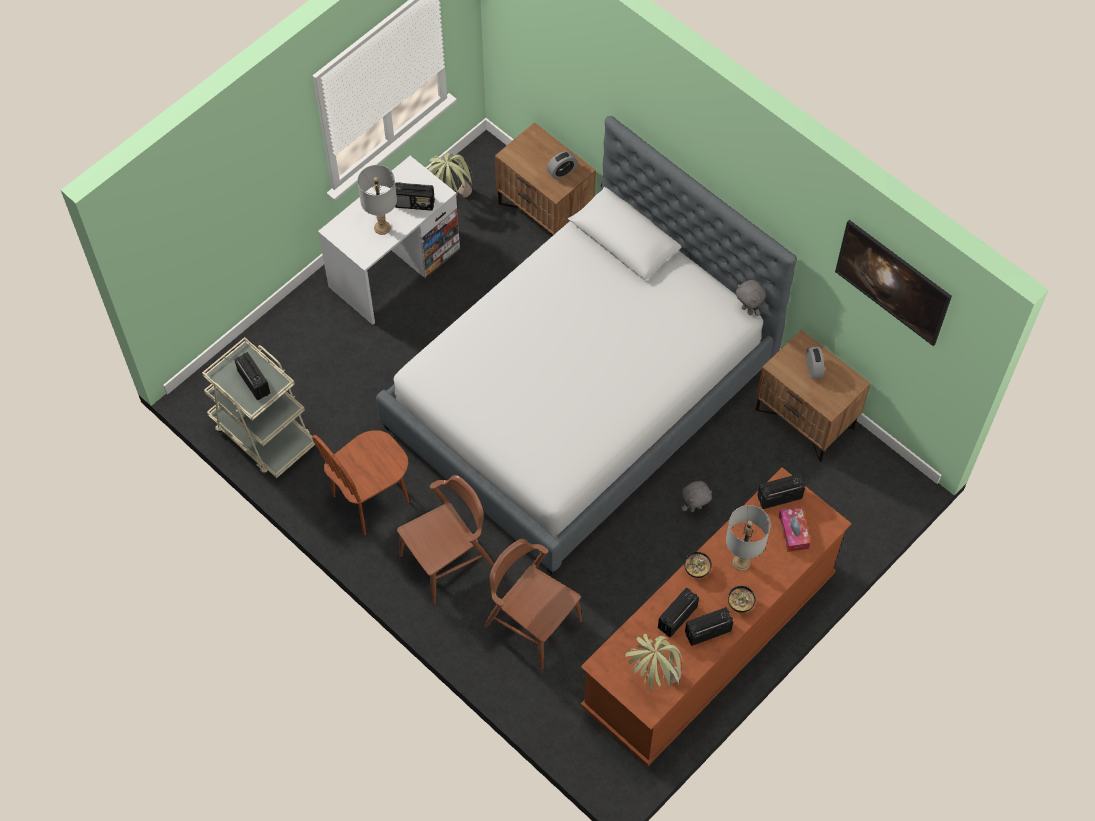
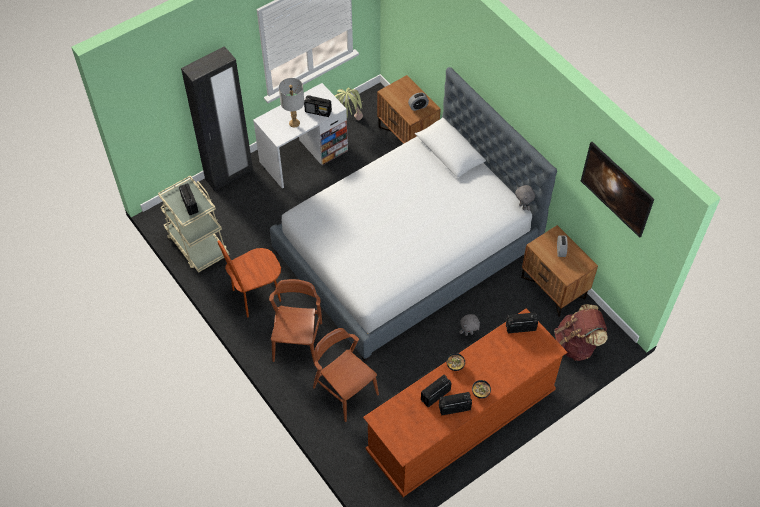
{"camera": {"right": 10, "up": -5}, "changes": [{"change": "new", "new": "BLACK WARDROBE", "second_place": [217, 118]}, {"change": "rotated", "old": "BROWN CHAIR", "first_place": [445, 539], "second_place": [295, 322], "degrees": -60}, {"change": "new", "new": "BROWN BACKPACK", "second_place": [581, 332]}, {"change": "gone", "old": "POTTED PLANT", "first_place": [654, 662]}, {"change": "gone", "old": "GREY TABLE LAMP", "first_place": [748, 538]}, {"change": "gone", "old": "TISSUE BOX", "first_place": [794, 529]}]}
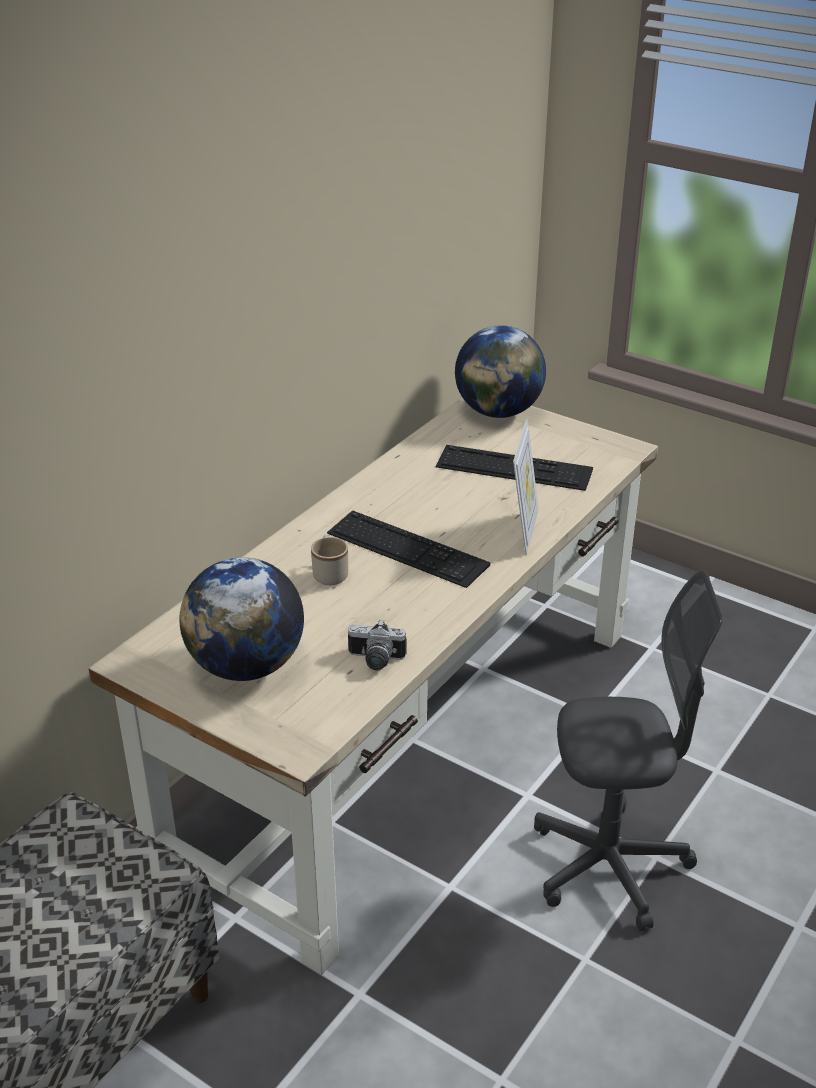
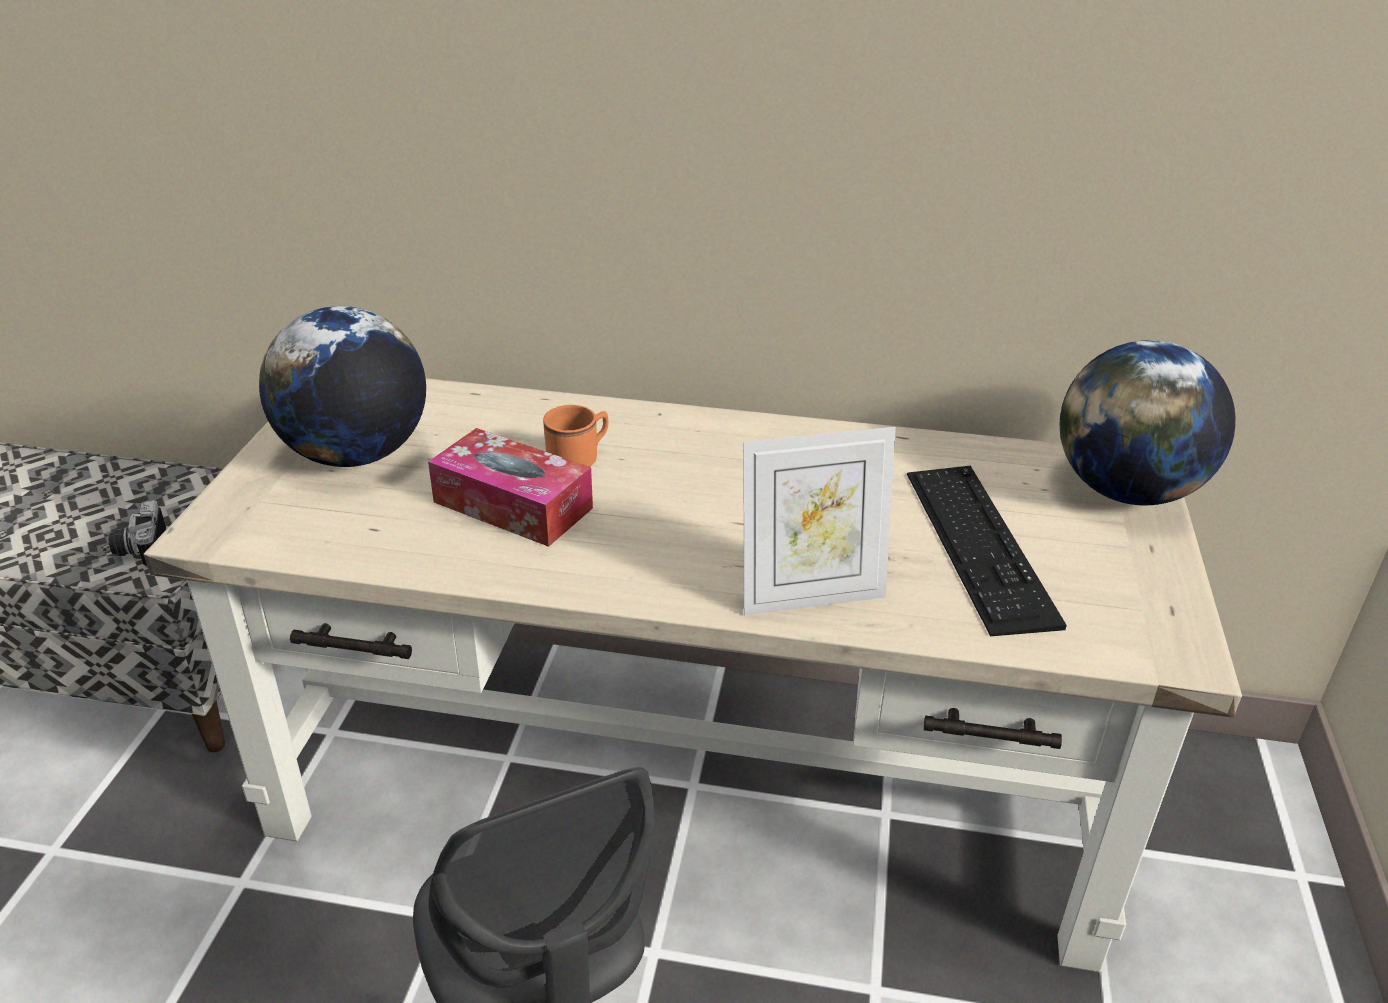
{"camera": {"right": 65, "up": 0}, "changes": [{"change": "shifted", "old": "PHOTO CAMERA", "first_place": [377, 645], "second_place": [137, 534]}, {"change": "new", "new": "TISSUE BOX", "second_place": [510, 487]}, {"change": "repainted", "old": "BEIGE MUG", "new": "ORANGE MUG", "first_place": [329, 560], "second_place": [575, 436]}, {"change": "gone", "old": "KEYBOARD", "first_place": [408, 549]}]}
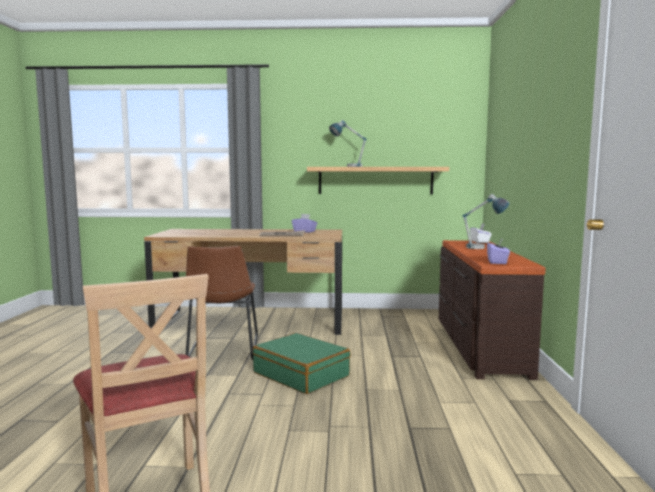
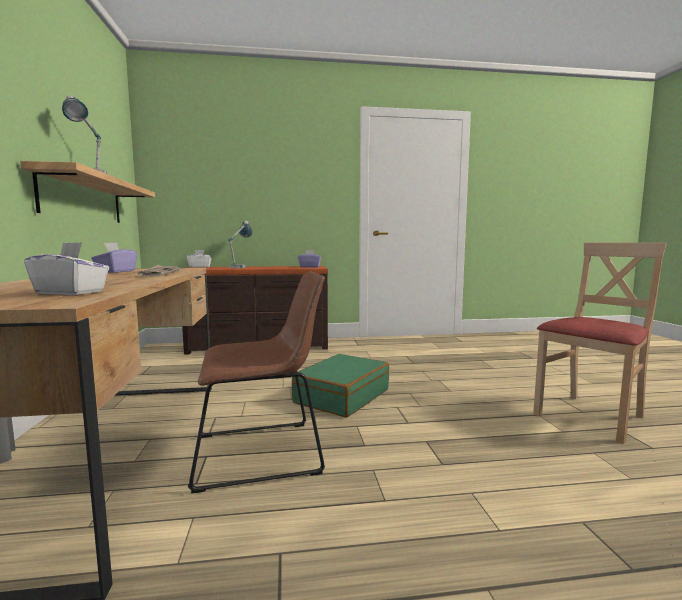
{"camera": {"right": -100, "up": 0}, "changes": [{"change": "new", "new": "WHITE TISSUE BOX", "second_place": [66, 268]}]}
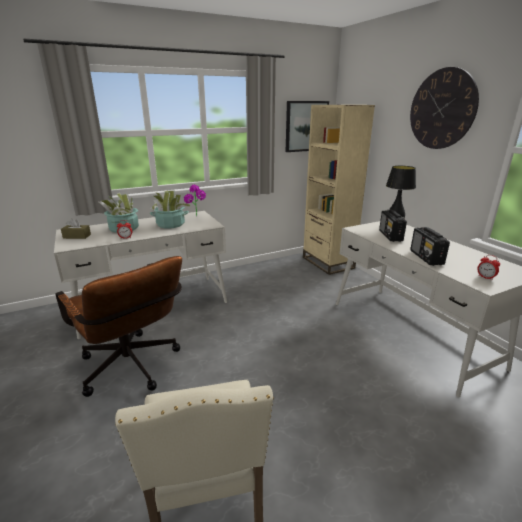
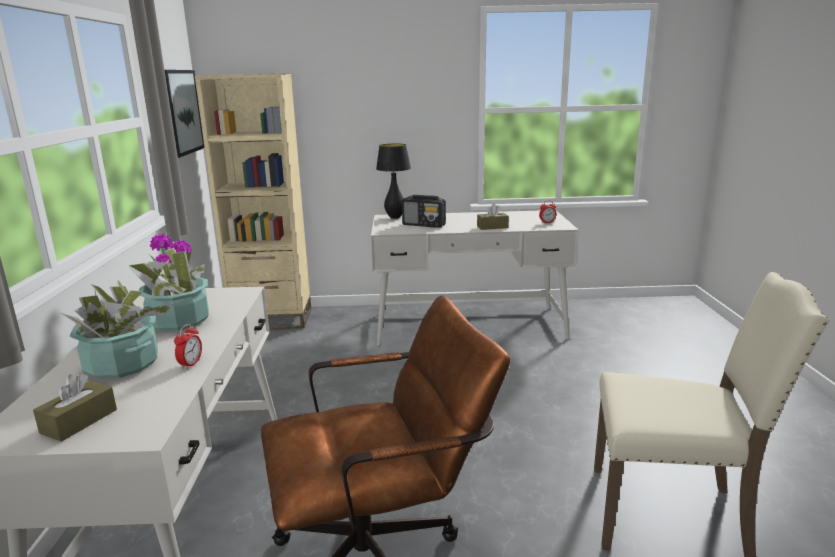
{"camera": {"right": -65, "up": -5}, "changes": [{"change": "swapped", "old": "RADIO", "new": "BROWN TISSUE BOX", "first_place": [430, 246], "second_place": [493, 216]}, {"change": "gone", "old": "WALL CLOCK", "first_place": [444, 108]}]}
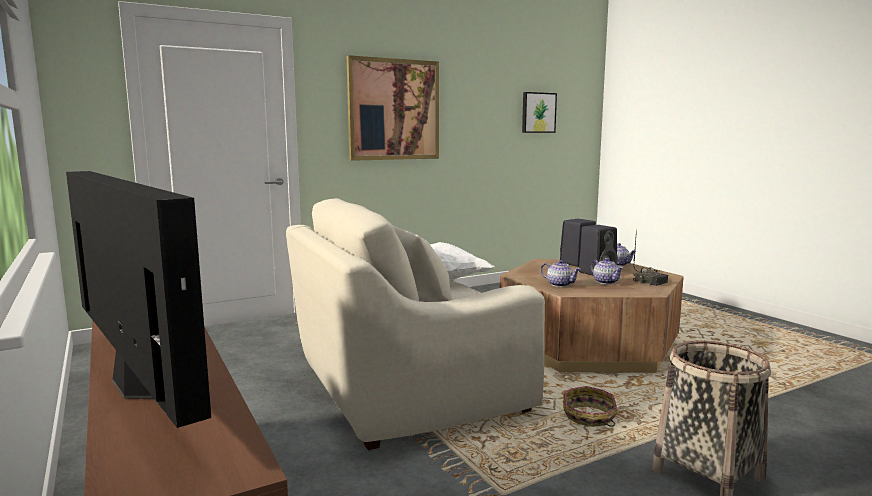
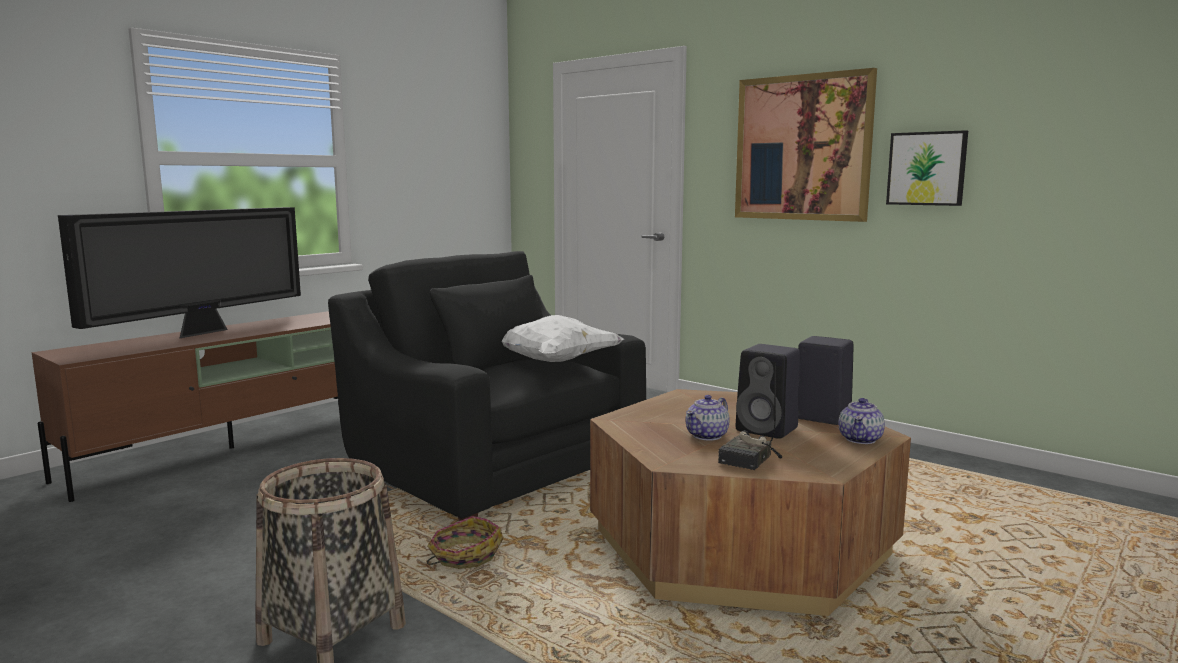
{"camera": {"right": 70, "up": 0}, "changes": [{"change": "repainted", "old": "BEIGE ARMCHAIR", "new": "BLACK ARMCHAIR", "first_place": [415, 324], "second_place": [487, 386]}, {"change": "shifted", "old": "PICTURE", "first_place": [539, 112], "second_place": [927, 168]}, {"change": "gone", "old": "TEAPOT", "first_place": [560, 273]}]}
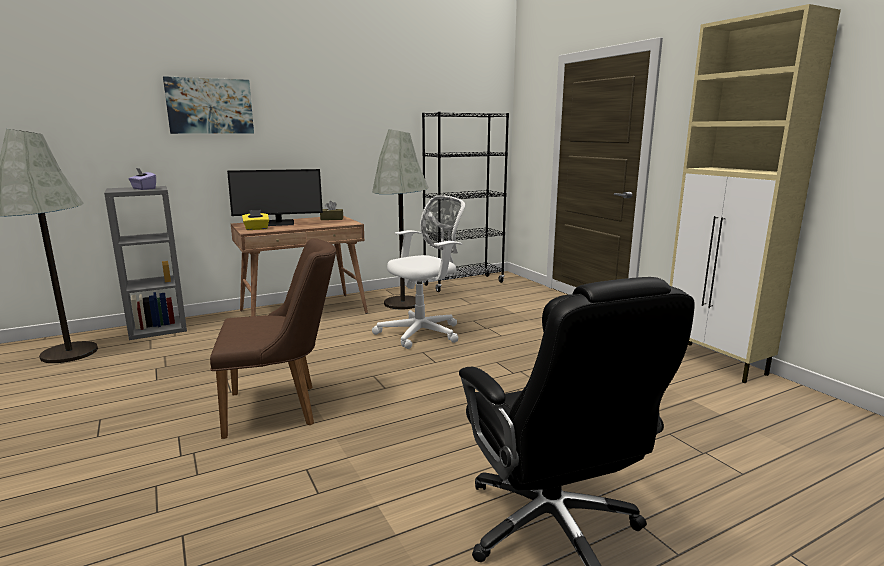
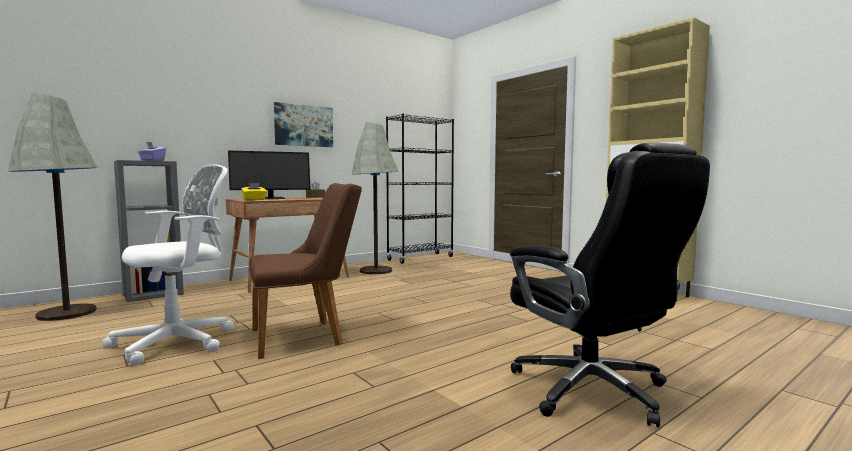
{"camera": {"right": -10, "up": -10}, "changes": [{"change": "shifted", "old": "WHITE OFFICE CHAIR", "first_place": [418, 272], "second_place": [168, 264]}, {"change": "shifted", "old": "PICTURE", "first_place": [208, 105], "second_place": [303, 124]}]}
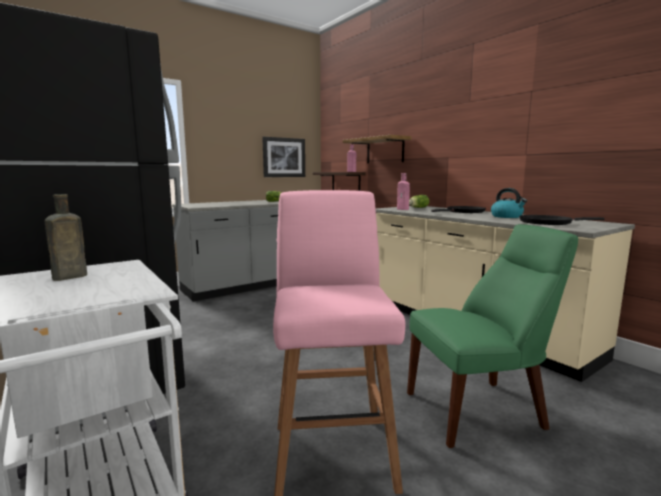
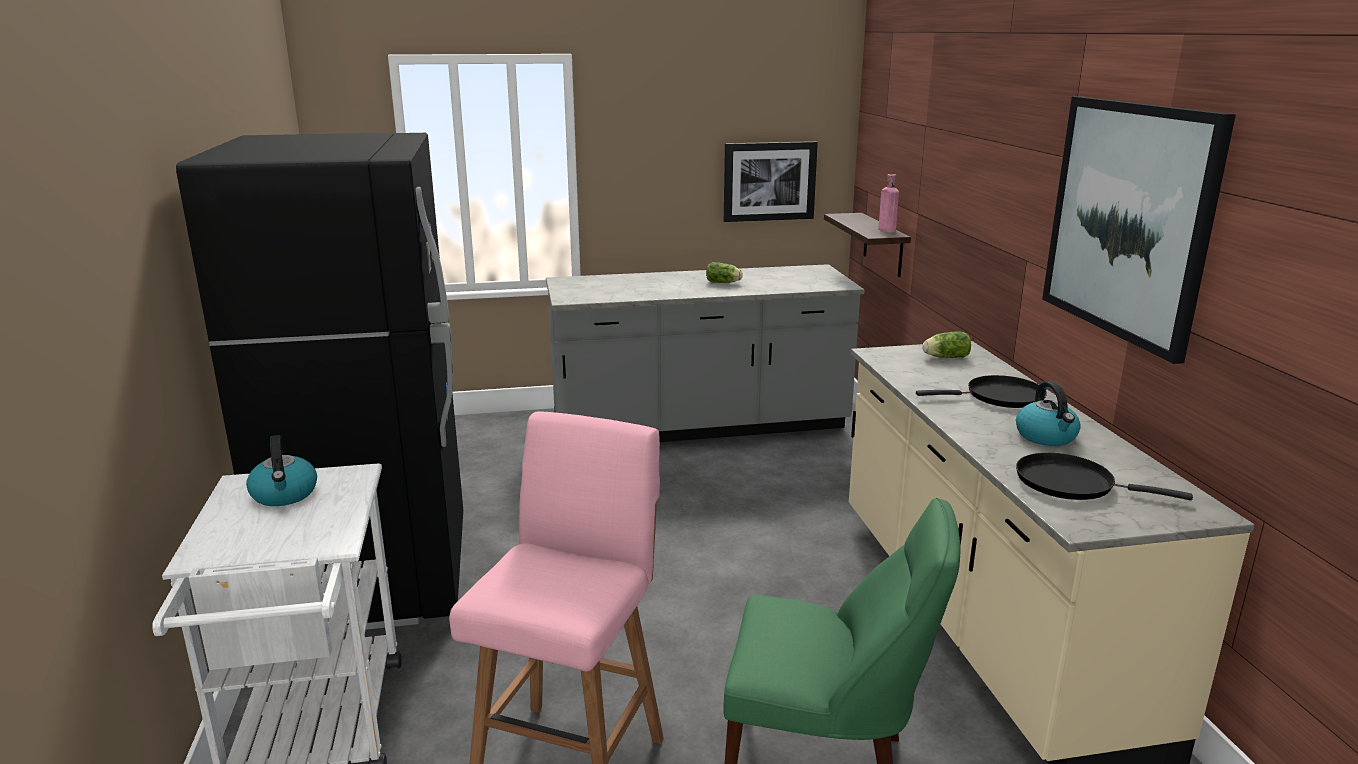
{"camera": {"right": 25, "up": 10}, "changes": [{"change": "swapped", "old": "BROWN BOTTLE", "new": "KETTLE", "first_place": [66, 237], "second_place": [281, 470]}, {"change": "new", "new": "PICTURE", "second_place": [1139, 230]}, {"change": "gone", "old": "SHELF", "first_place": [377, 149]}, {"change": "gone", "old": "PINK BOTTLE", "first_place": [403, 191]}]}
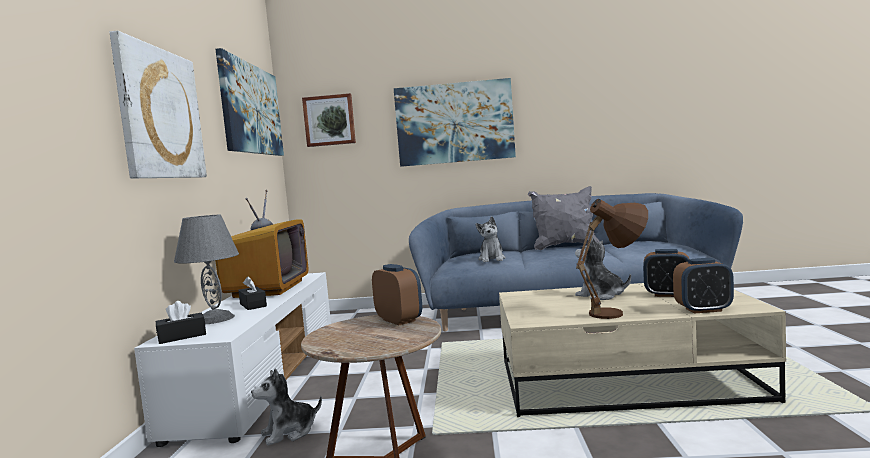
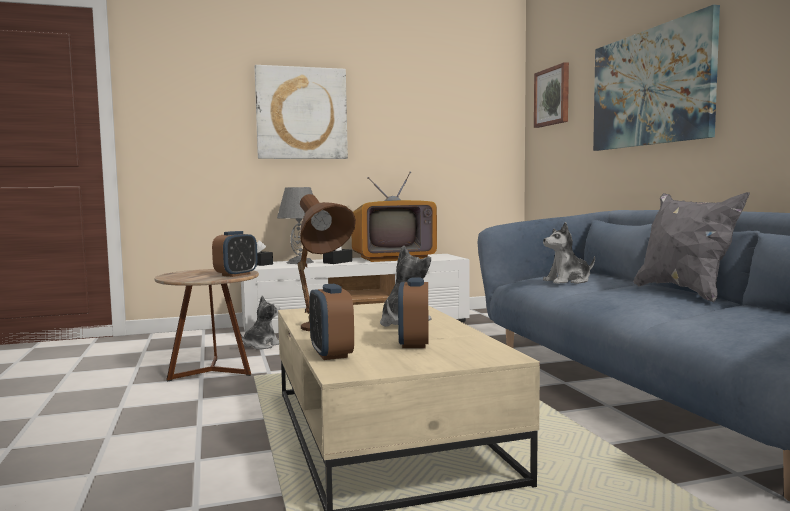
{"camera": {"right": 70, "up": 0}, "changes": [{"change": "rotated", "old": "PLUSH TOY", "first_place": [286, 407], "second_place": [260, 323], "degrees": 90}, {"change": "gone", "old": "PICTURE", "first_place": [249, 102]}]}
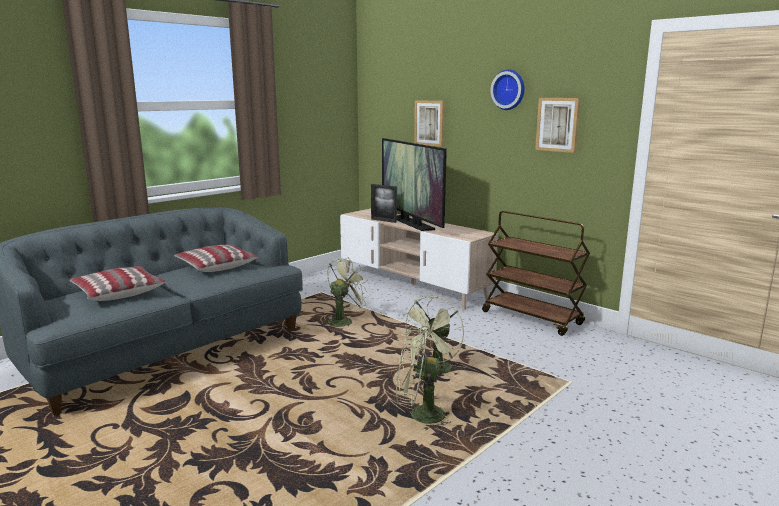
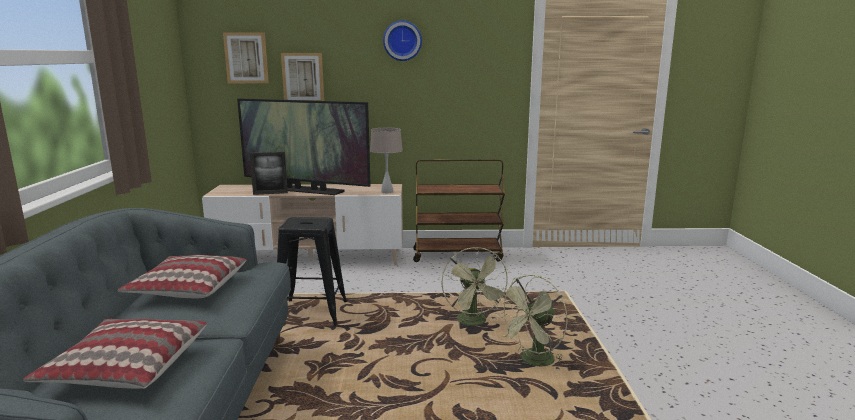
{"camera": {"right": -45, "up": 0}, "changes": [{"change": "shifted", "old": "PICTURE", "first_place": [557, 125], "second_place": [246, 57]}, {"change": "swapped", "old": "GREEN FAN", "new": "BLACK STOOL", "first_place": [347, 292], "second_place": [312, 271]}, {"change": "new", "new": "BEIGE TABLE LAMP", "second_place": [386, 160]}]}
